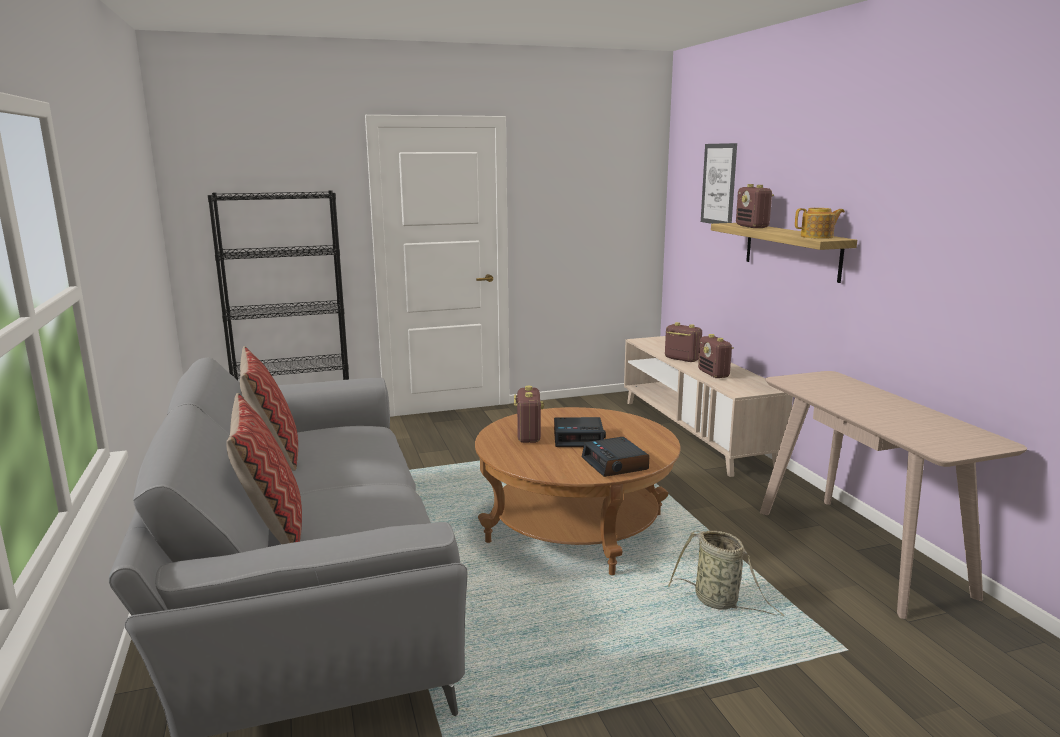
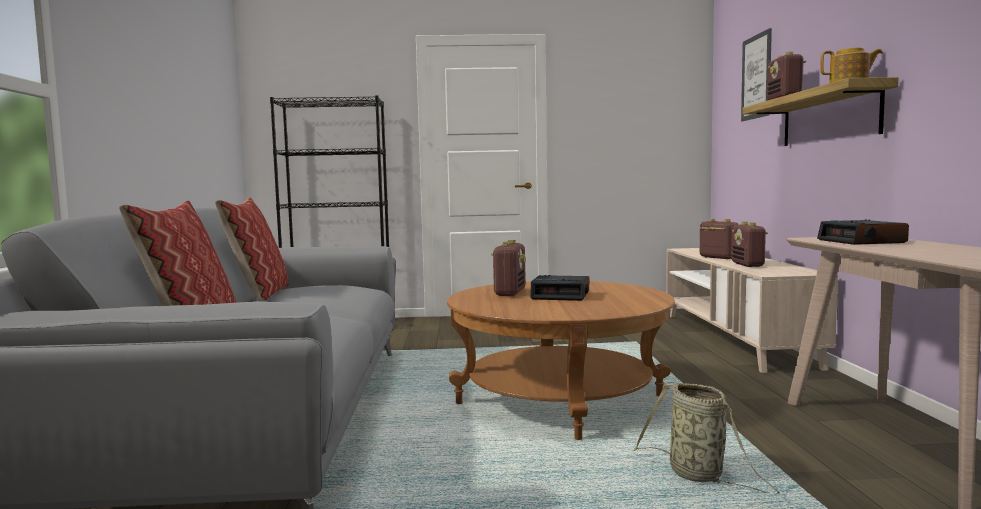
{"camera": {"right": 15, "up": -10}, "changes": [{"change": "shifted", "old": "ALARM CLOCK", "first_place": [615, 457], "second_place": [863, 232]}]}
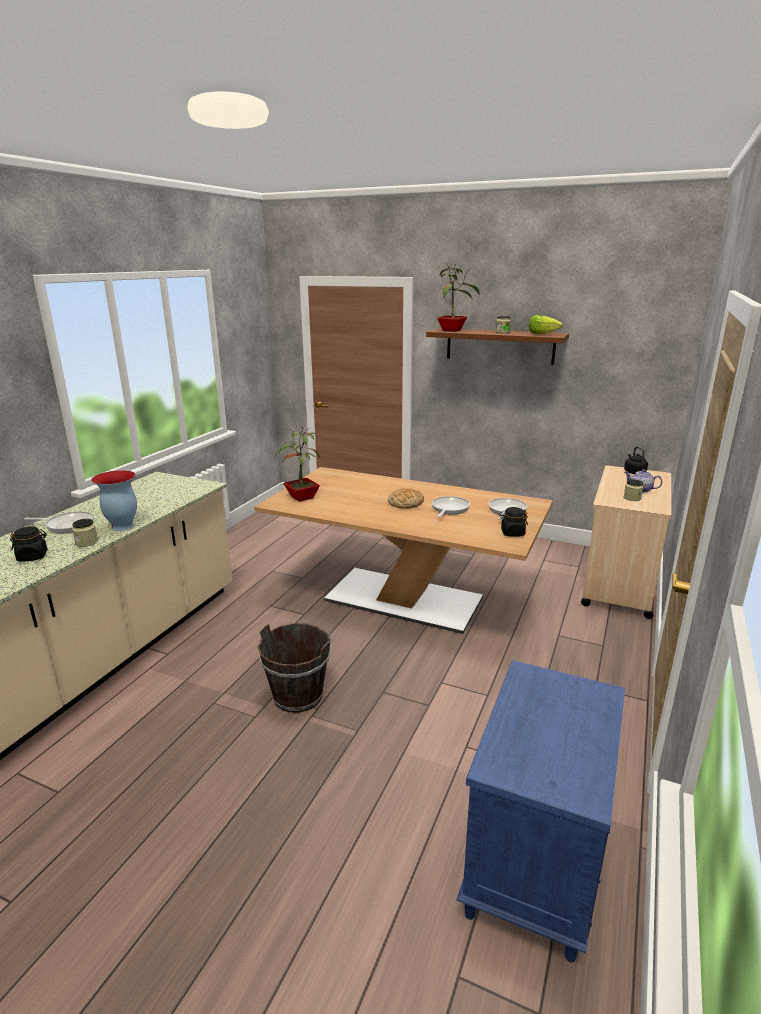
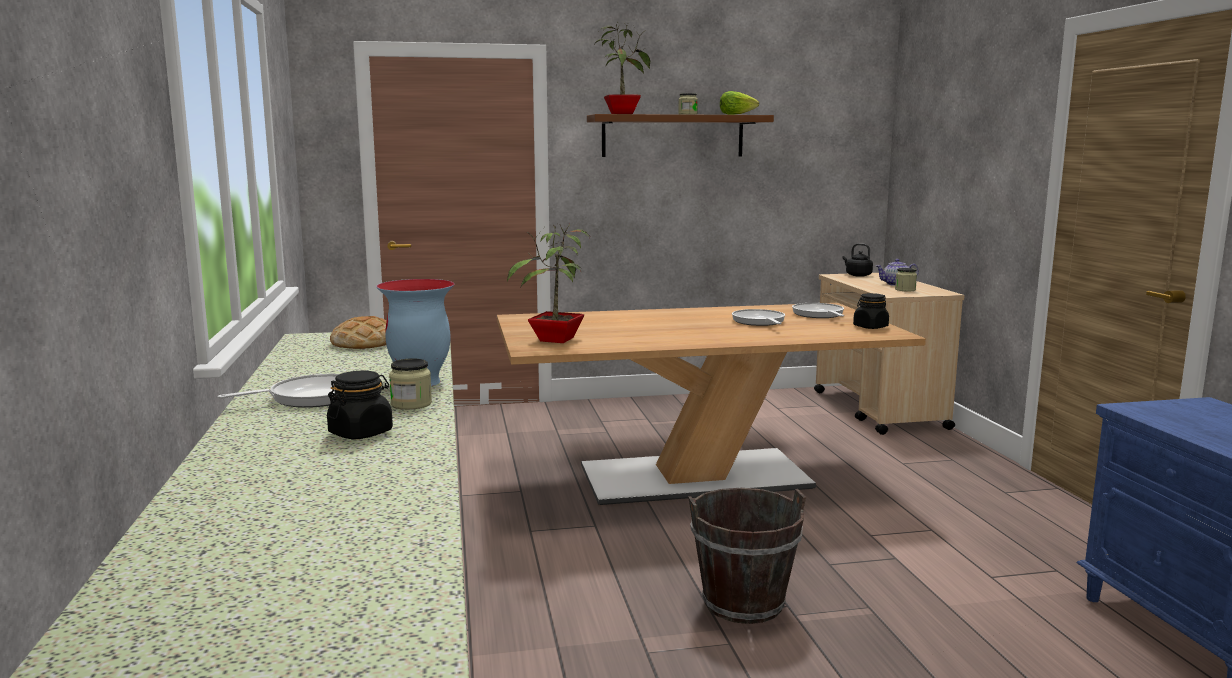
{"camera": {"right": -35, "up": -10}, "changes": [{"change": "shifted", "old": "BREAD", "first_place": [406, 498], "second_place": [358, 332]}]}
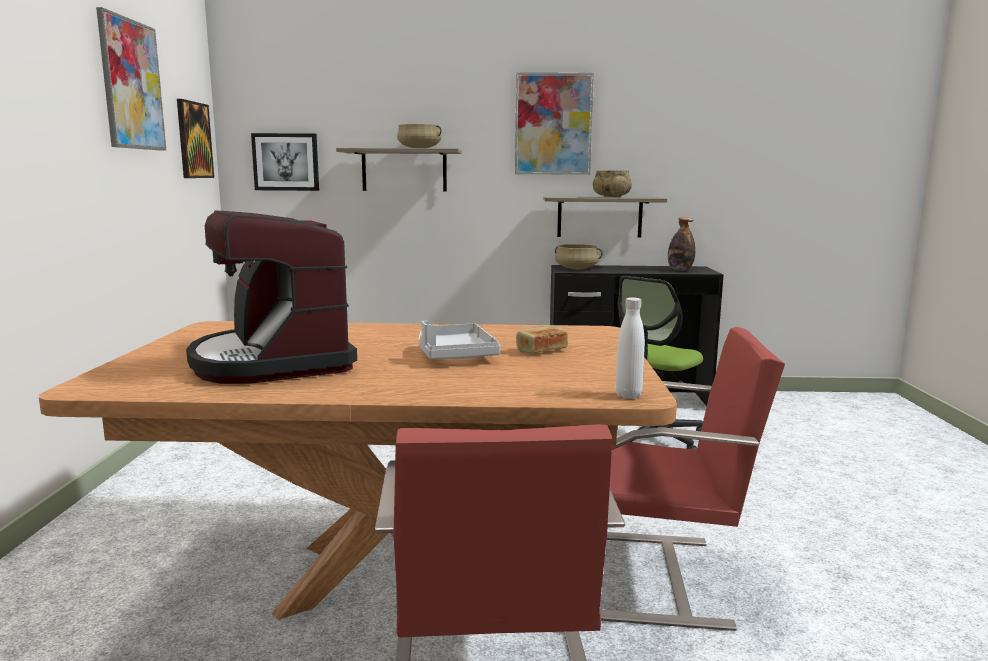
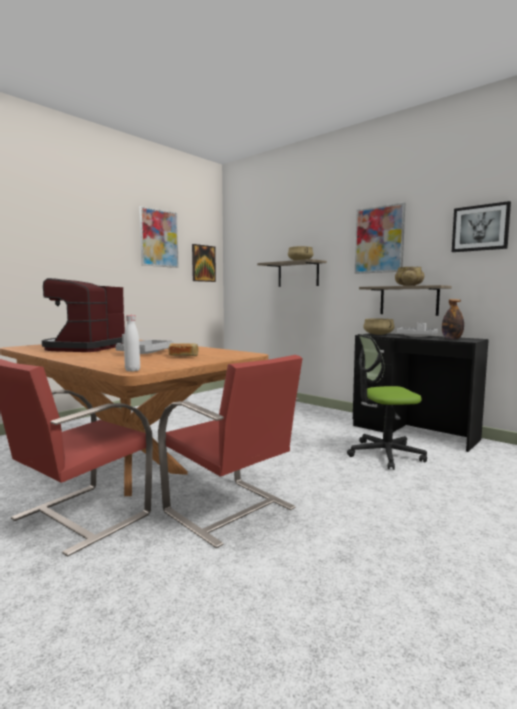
{"camera": {"right": 40, "up": -5}, "changes": [{"change": "new", "new": "GREY TRAY", "second_place": [417, 330]}, {"change": "shifted", "old": "PICTURE", "first_place": [285, 162], "second_place": [481, 226]}]}
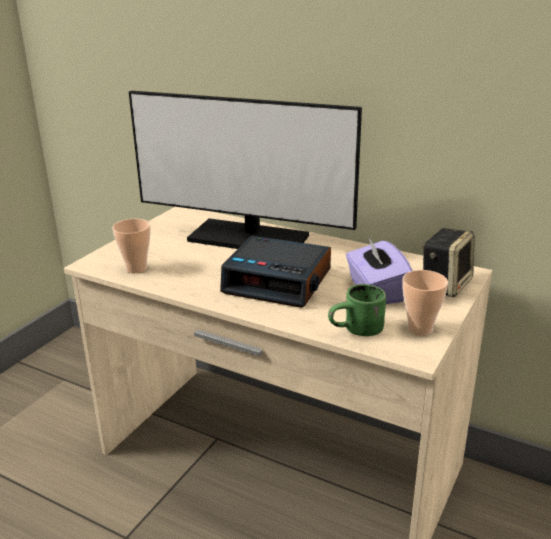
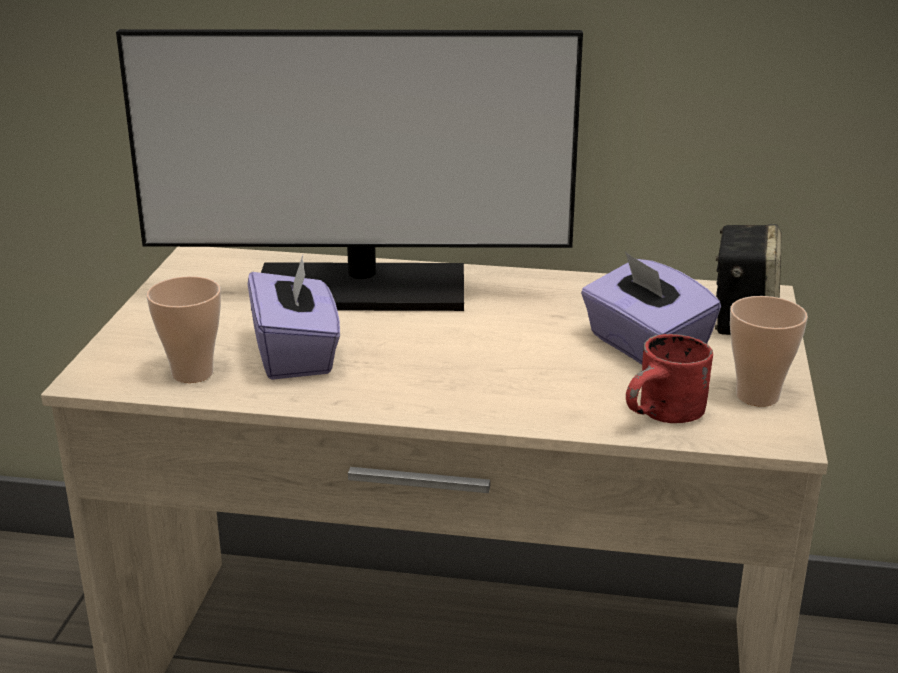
{"camera": {"right": -20, "up": 0}, "changes": [{"change": "new", "new": "PURPLE TISSUE BOX", "second_place": [294, 317]}, {"change": "repainted", "old": "GREEN MUG", "new": "RED MUG", "first_place": [357, 310], "second_place": [669, 378]}, {"change": "gone", "old": "ALARM CLOCK", "first_place": [275, 272]}]}
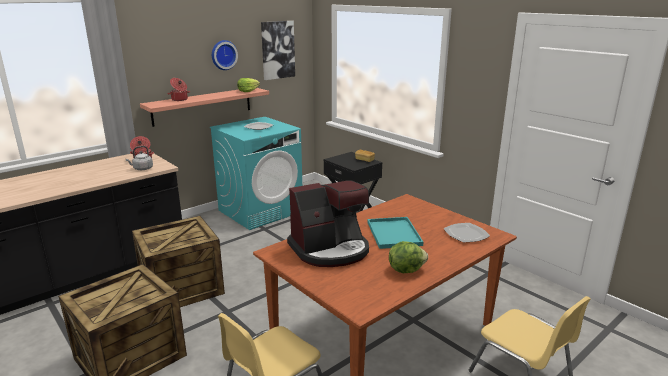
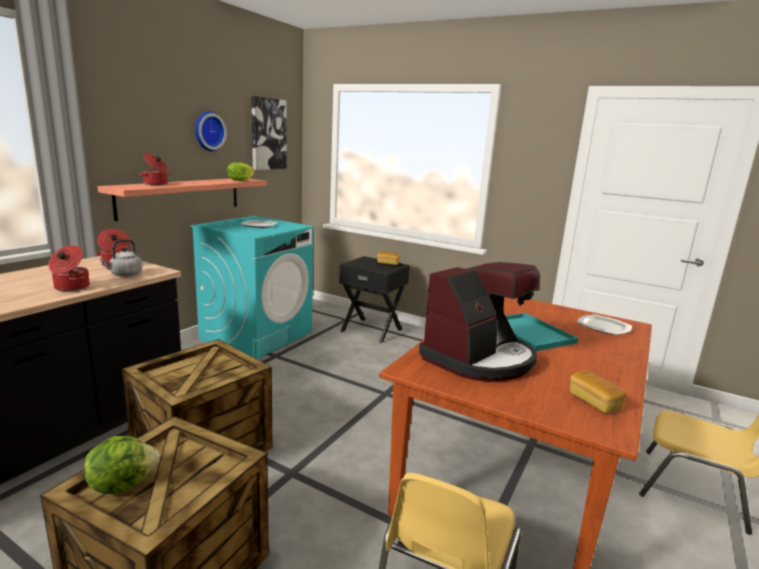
{"camera": {"right": -20, "up": -5}, "changes": [{"change": "new", "new": "COOKING POT", "second_place": [69, 268]}, {"change": "shifted", "old": "LETTUCE", "first_place": [408, 257], "second_place": [122, 465]}, {"change": "new", "new": "BREAD", "second_place": [598, 392]}]}
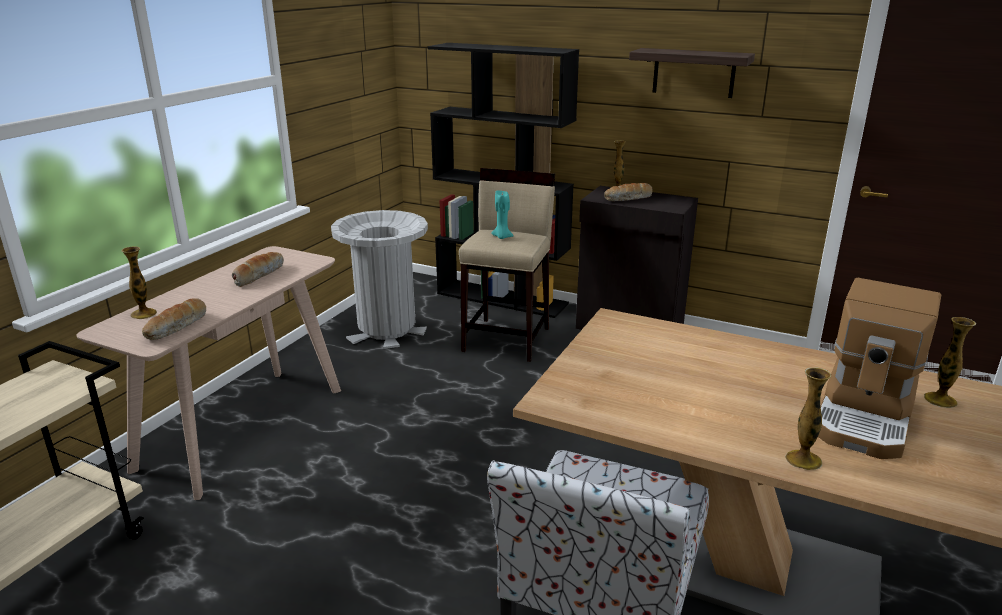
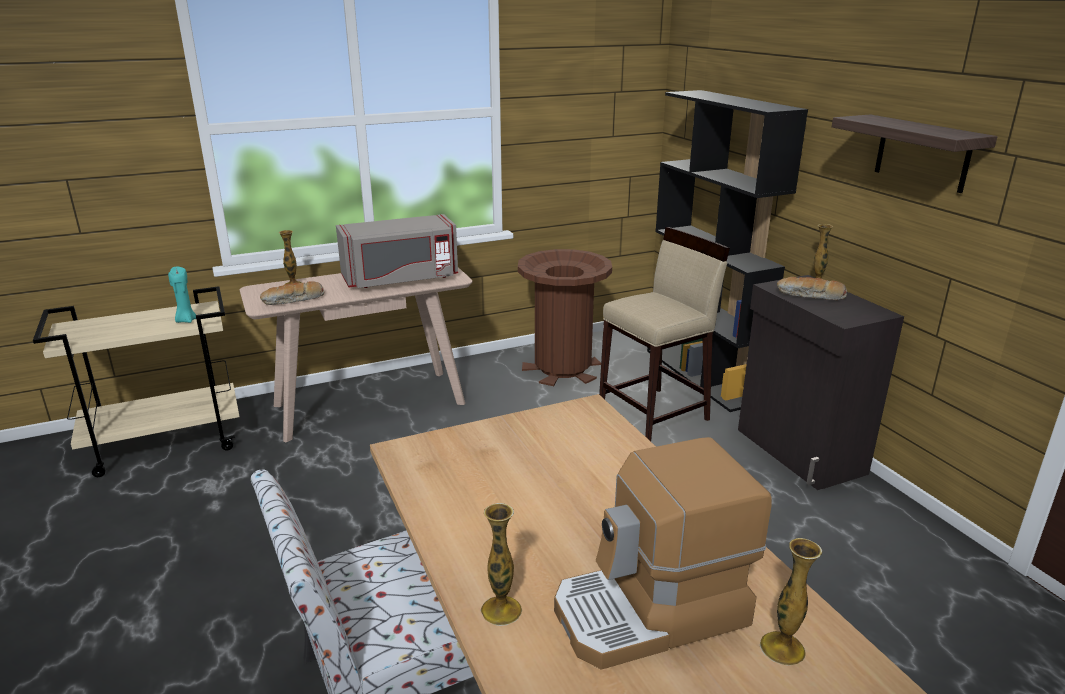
{"camera": {"right": 40, "up": 0}, "changes": [{"change": "shifted", "old": "TURQUOISE CANDLE", "first_place": [502, 214], "second_place": [182, 295]}, {"change": "swapped", "old": "BREAD", "new": "GREY MICROWAVE", "first_place": [258, 269], "second_place": [397, 251]}, {"change": "repainted", "old": "GREY TRASH CAN", "new": "BROWN TRASH CAN", "first_place": [379, 279], "second_place": [565, 317]}]}
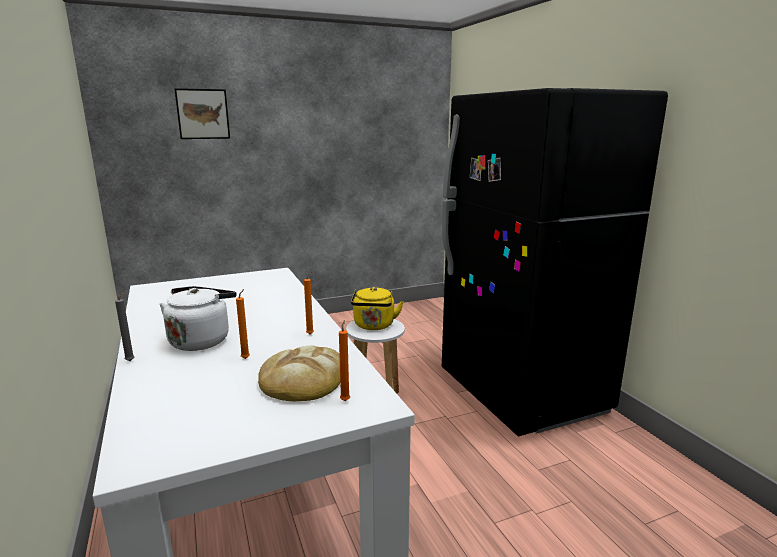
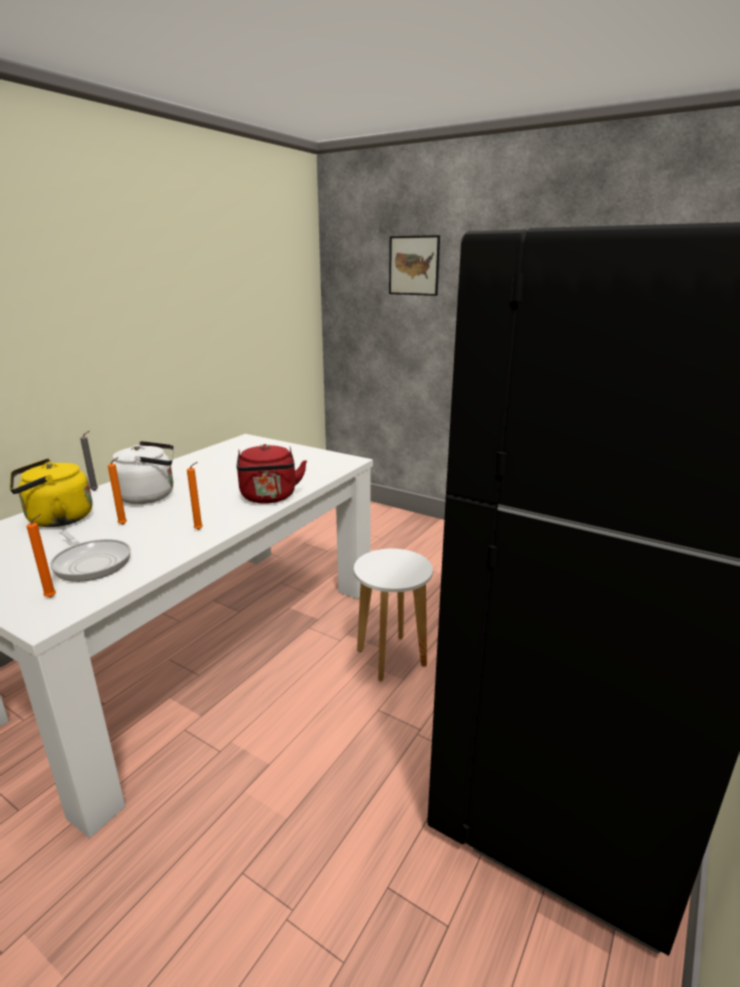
{"camera": {"right": 55, "up": 5}, "changes": [{"change": "shifted", "old": "YELLOW KETTLE", "first_place": [377, 308], "second_place": [51, 492]}, {"change": "swapped", "old": "BREAD", "new": "FRYING PAN", "first_place": [299, 374], "second_place": [90, 556]}, {"change": "new", "new": "RED KETTLE", "second_place": [272, 474]}]}
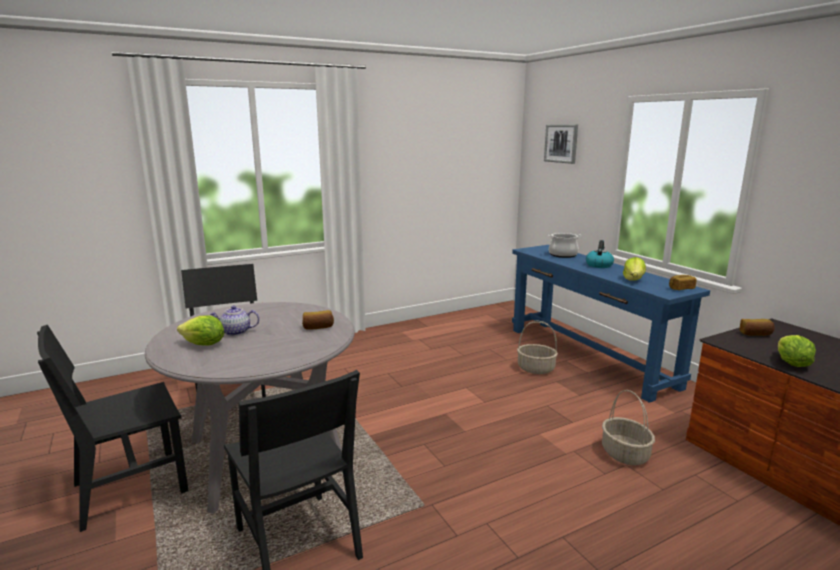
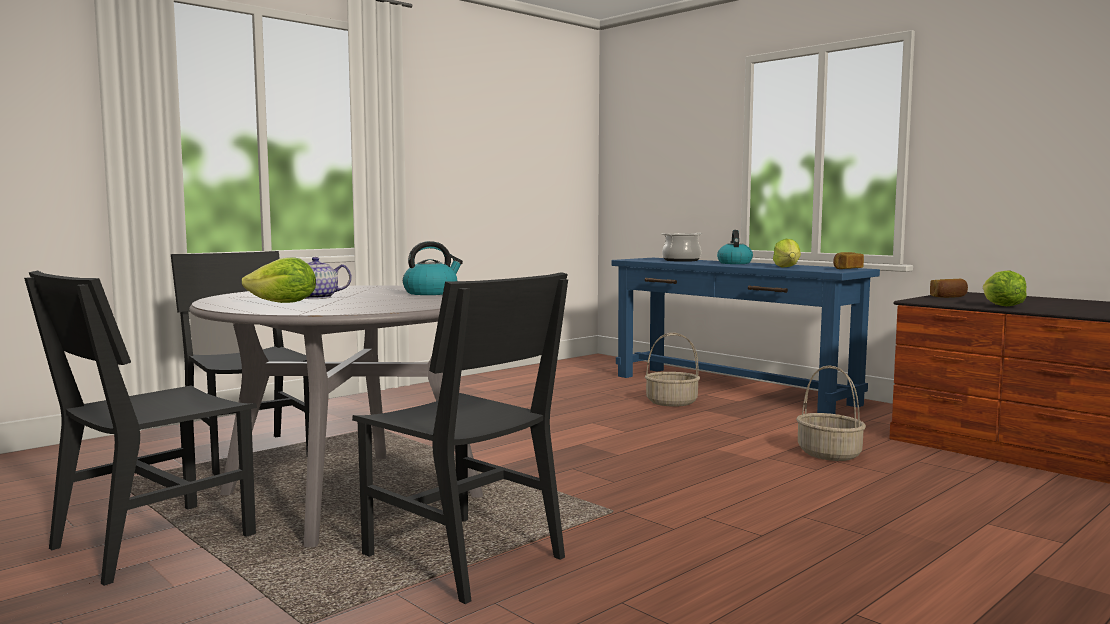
{"camera": {"right": -15, "up": -10}, "changes": [{"change": "swapped", "old": "BREAD", "new": "KETTLE", "first_place": [318, 320], "second_place": [433, 268]}, {"change": "gone", "old": "PICTURE", "first_place": [561, 144]}]}
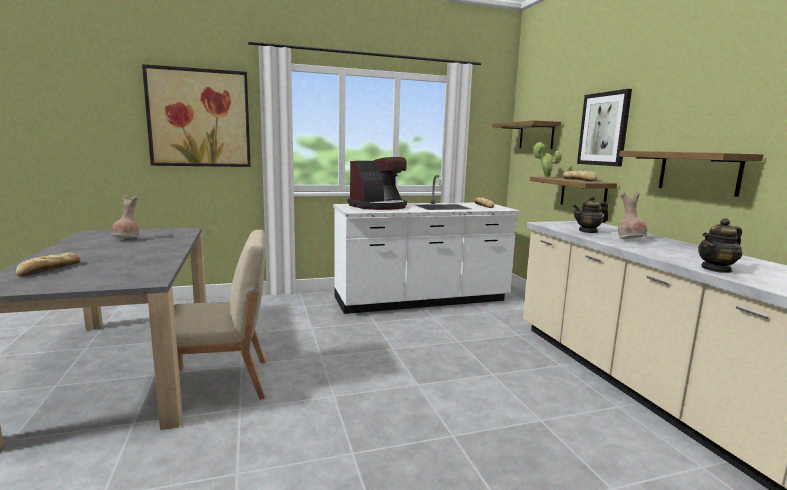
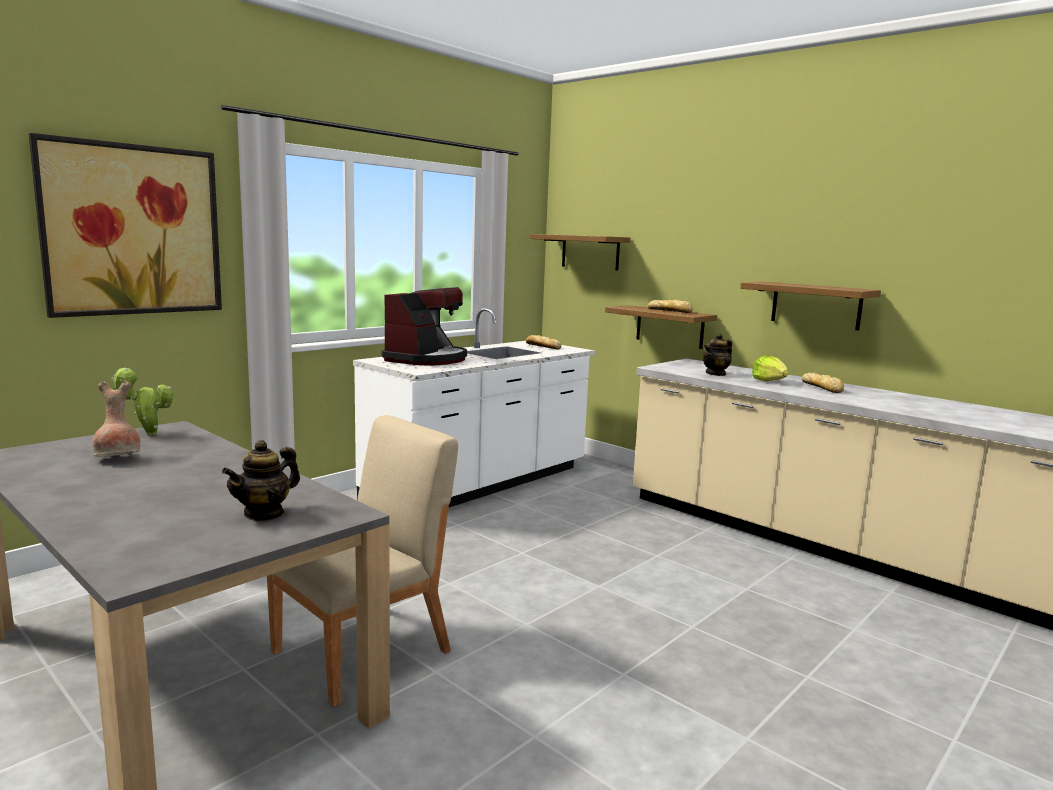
{"camera": {"right": -30, "up": 0}, "changes": [{"change": "shifted", "old": "POTTED PLANT", "first_place": [547, 159], "second_place": [142, 401]}, {"change": "shifted", "old": "TEAPOT", "first_place": [720, 245], "second_place": [261, 480]}, {"change": "swapped", "old": "BROWN VASE", "new": "LETTUCE", "first_place": [632, 215], "second_place": [770, 368]}, {"change": "shifted", "old": "BREAD", "first_place": [48, 265], "second_place": [823, 383]}, {"change": "gone", "old": "PICTURE", "first_place": [604, 127]}]}
